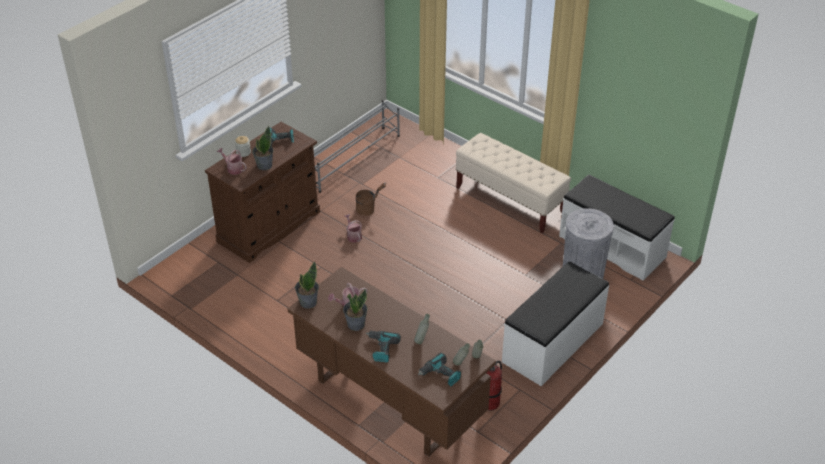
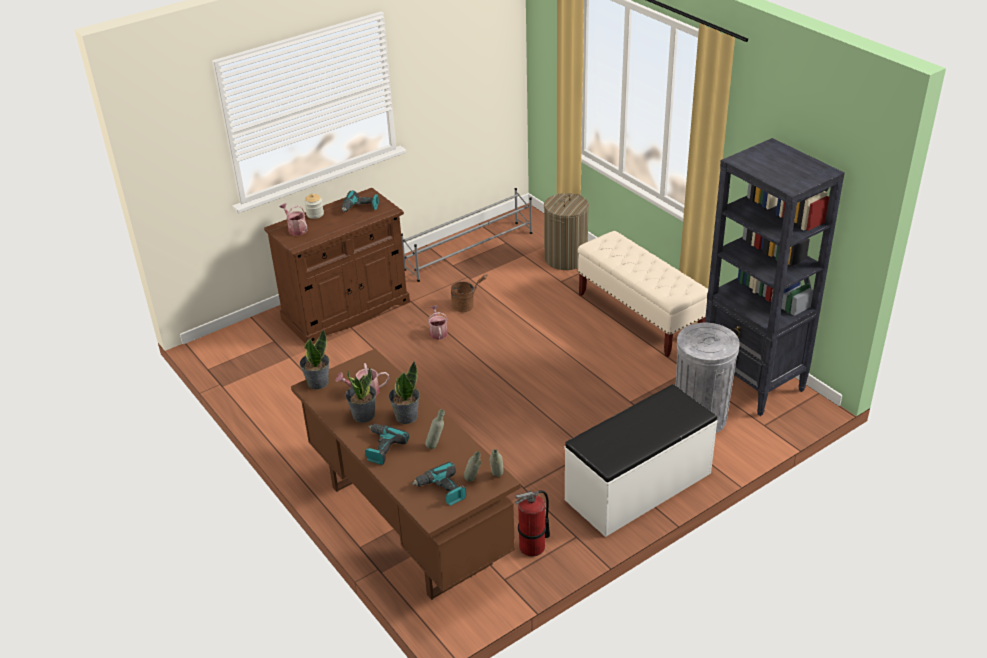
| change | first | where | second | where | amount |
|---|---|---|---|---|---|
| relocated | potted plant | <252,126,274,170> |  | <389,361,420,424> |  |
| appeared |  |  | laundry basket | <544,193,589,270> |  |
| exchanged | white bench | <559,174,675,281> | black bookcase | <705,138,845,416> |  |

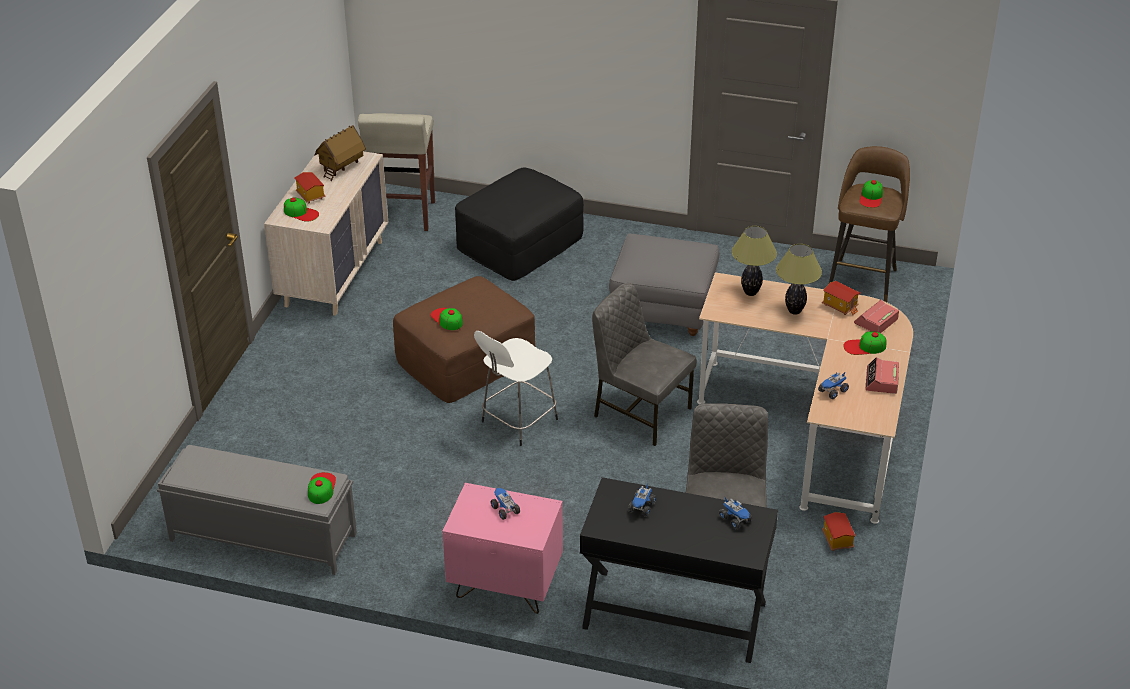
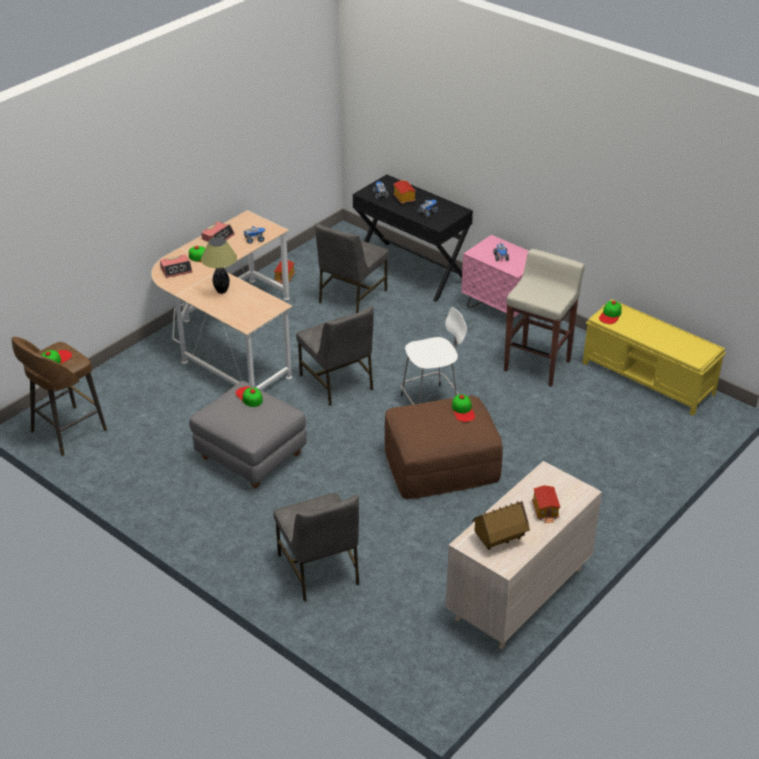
| change | first | where | second | where | amount |
|---|---|---|---|---|---|
| relocated | cap | <284,197,319,222> |  | <235,387,263,407> |  |
| exchanged | black ottoman | <455,167,584,281> | grey chair | <273,493,359,602> |  |
| relocated | toy house | <822,281,861,315> |  | <393,180,416,204> |  |
| relocated | beige stool | <358,113,435,231> |  | <504,249,585,386> |  |
| colour | grey bench | <157,445,357,575> | yellow bench | <583,299,726,416> |  |
| missing | table lamp | <731,226,777,296> |  |  |  |

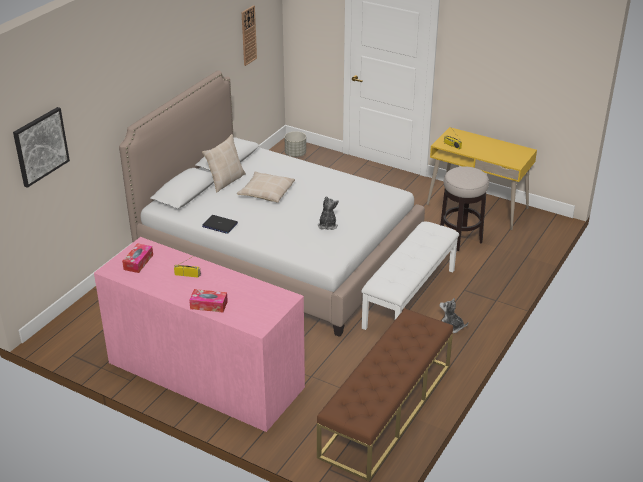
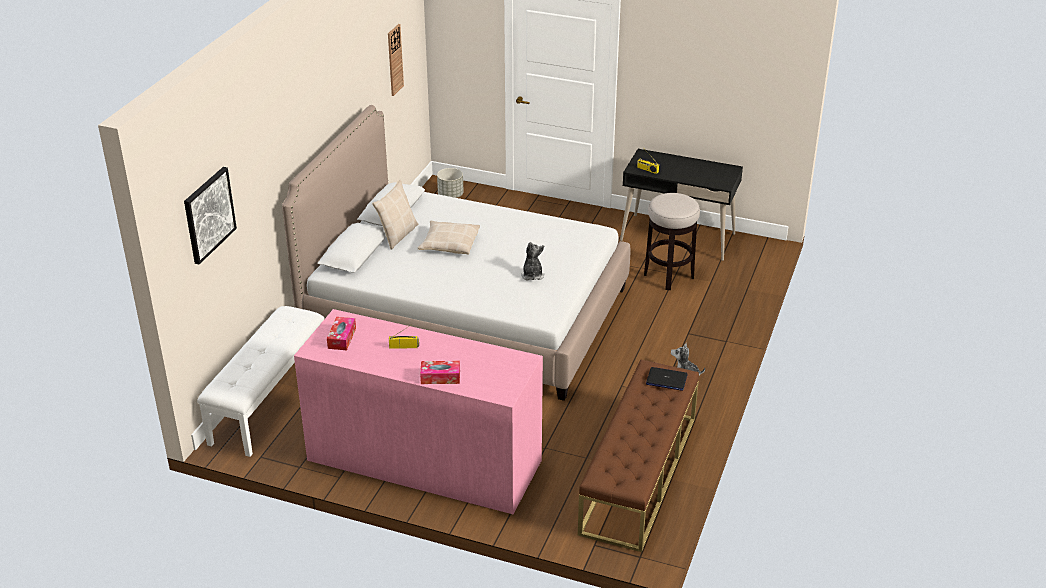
| change | first | where | second | where | amount |
|---|---|---|---|---|---|
| relocated | white bench | <361,222,459,330> |  | <197,306,324,457> |  |
| colour | yellow desk | <427,127,537,230> | black desk | <620,149,743,261> |  |
| relocated | laptop | <202,215,238,234> |  | <646,367,687,391> |  |

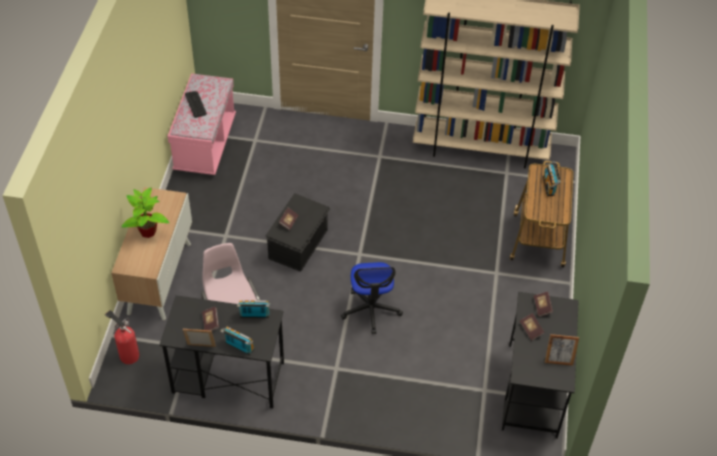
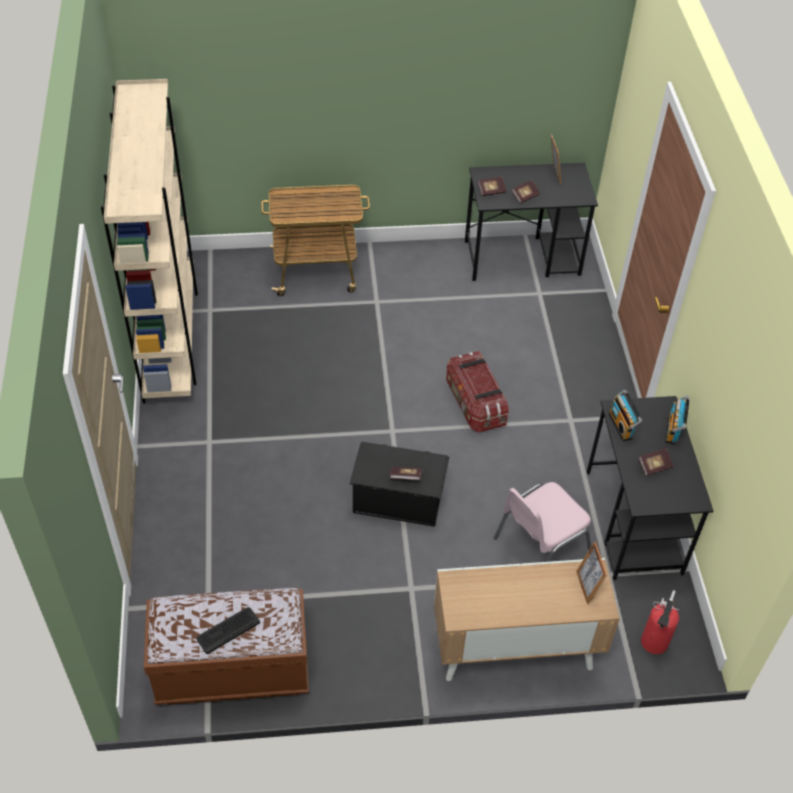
| change | first | where | second | where | amount |
|---|---|---|---|---|---|
| colour | pink bench | <168,73,236,175> | brown bench | <144,588,309,705> |  |
| exchanged | office chair | <341,262,403,334> | storage box | <446,351,509,432> |  |
| relocated | picture frame | <183,329,216,347> |  | <576,541,607,604> |  |
| missing | potted plant | <122,187,169,238> |  |  |  |
| missing | radio | <543,161,561,196> |  |  |  |

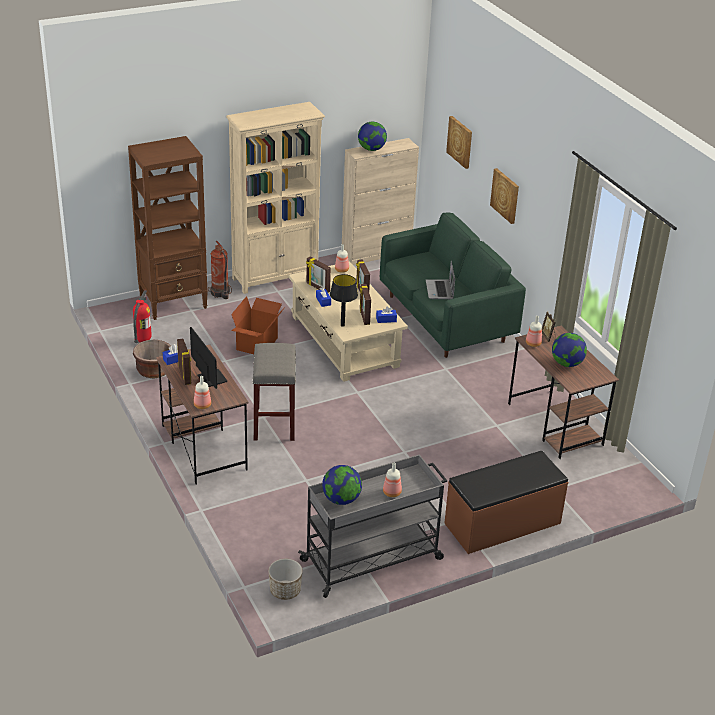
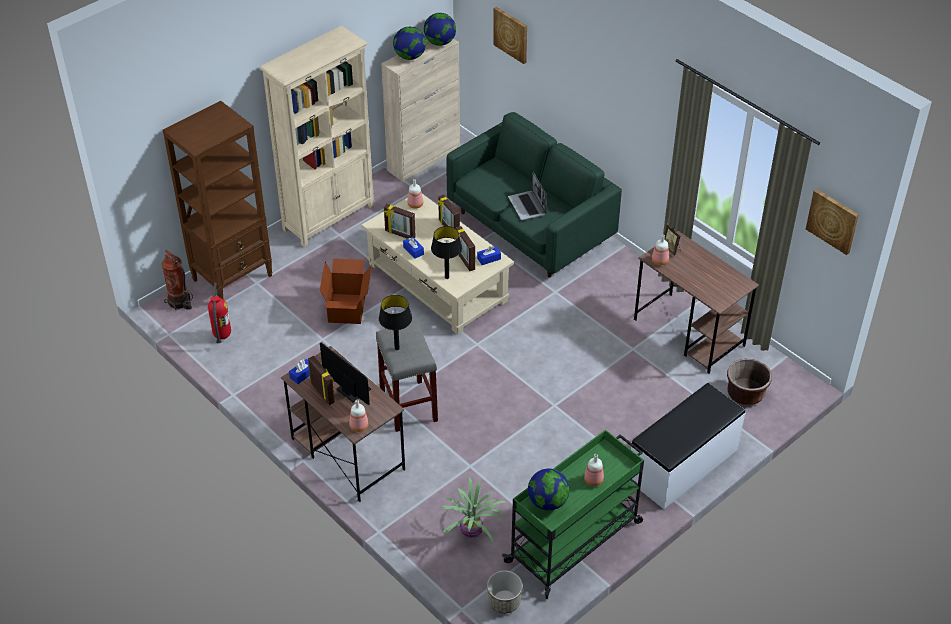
| change | first | where | second | where | amount |
|---|---|---|---|---|---|
| relocated | fire extinguisher | <208,241,232,299> |  | <162,250,193,310> |  |
| appeared |  |  | black table lamp | <379,295,412,350> |  |
| relocated | globe | <552,333,587,367> |  | <424,13,456,46> |  |
| appeared |  |  | potted plant | <442,477,505,545> |  |
| colour | grey cart | <298,454,447,598> | green cart | <502,430,644,599> |  |
| colour | brown bench | <444,451,568,554> | white bench | <631,383,746,509> |  |
| relocated | brown planter | <133,340,171,378> |  | <727,359,772,405> |  |
| relocated | picture | <490,168,519,224> |  | <806,189,859,255> |  |

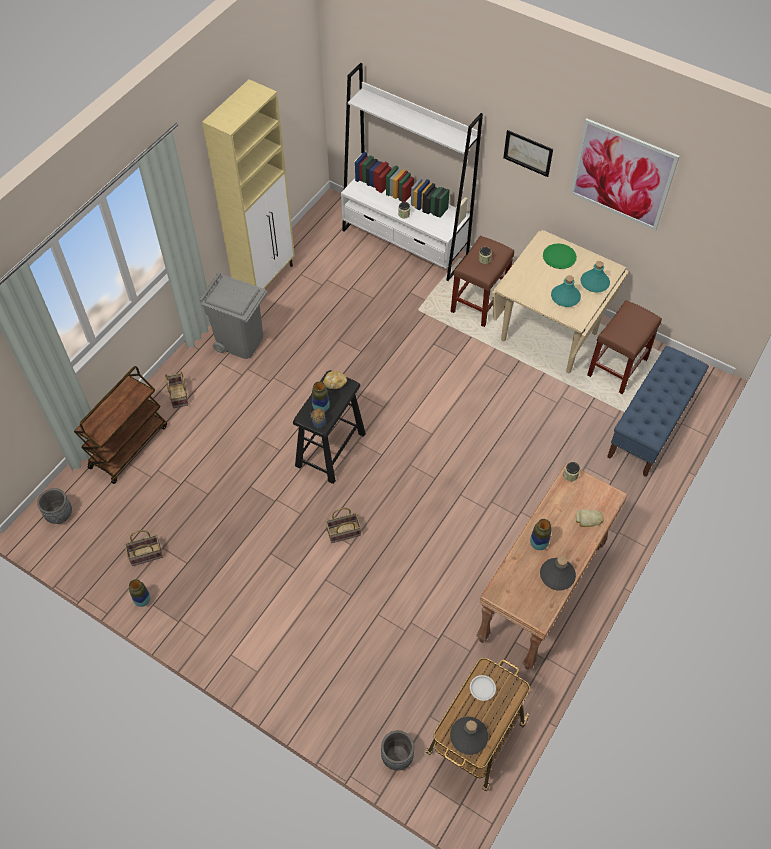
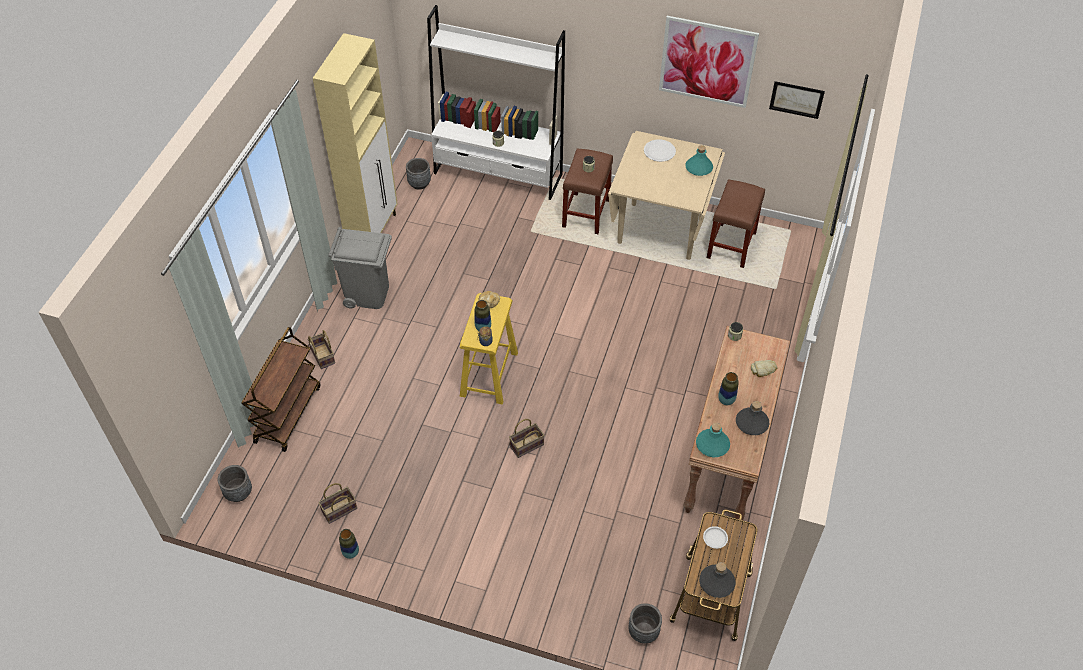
| change | first | where | second | where | amount |
|---|---|---|---|---|---|
| appeared |  |  | grey planter | <406,158,431,190> |  |
| colour | black stool | <293,370,366,484> | yellow stool | <460,293,518,404> |  |
| colour | green plate | <543,243,577,269> | white plate | <644,139,676,162> |  |
| relocated | turquoise bottle | <551,275,581,307> |  | <696,423,730,458> |  |
| relocated | picture | <503,130,553,177> |  | <769,81,825,119> |  |
| missing | blue bench | <607,346,709,477> |  |  |  |

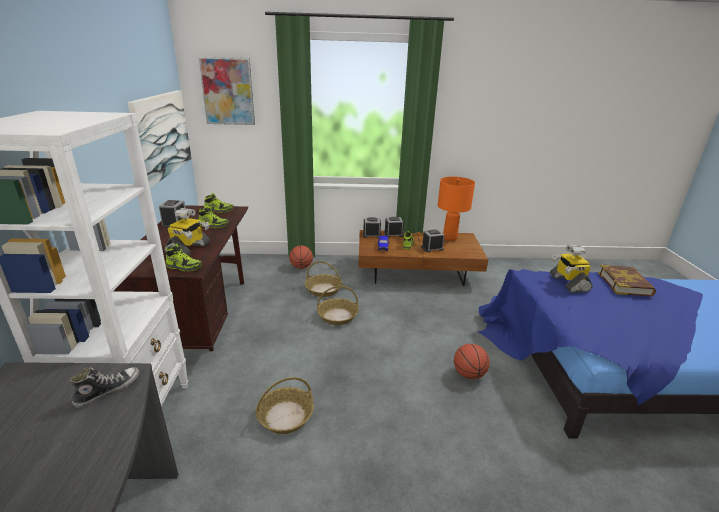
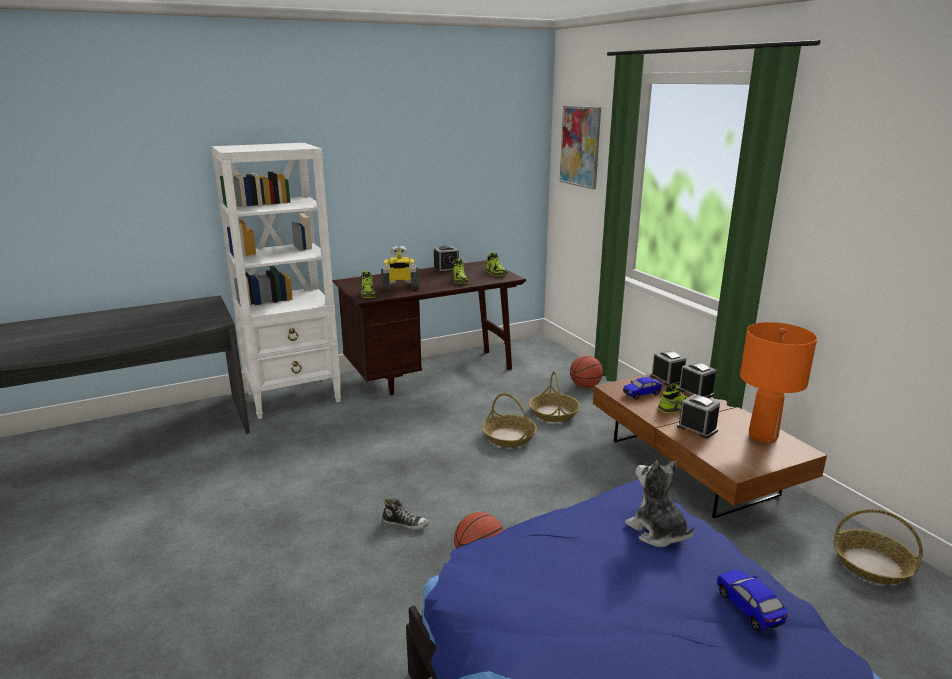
| change | first | where | second | where | amount |
|---|---|---|---|---|---|
| relocated | shoe | <70,367,139,408> |  | <382,498,429,531> |  |
| exchanged | toy robot | <550,245,593,293> | plush toy | <625,461,695,547> |  |
| exchanged | book | <598,265,656,297> | toy car | <717,570,788,631> |  |
| relocated | basket | <255,377,314,434> |  | <834,509,923,584> |  |
| missing | picture | <127,90,192,188> |  |  |  |

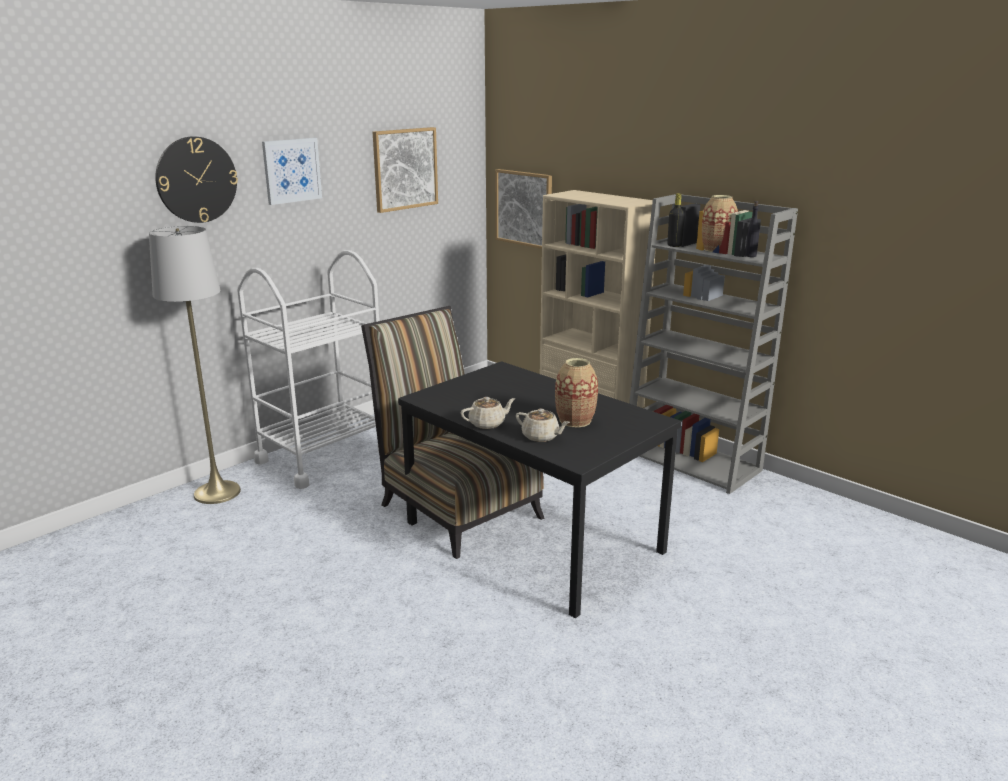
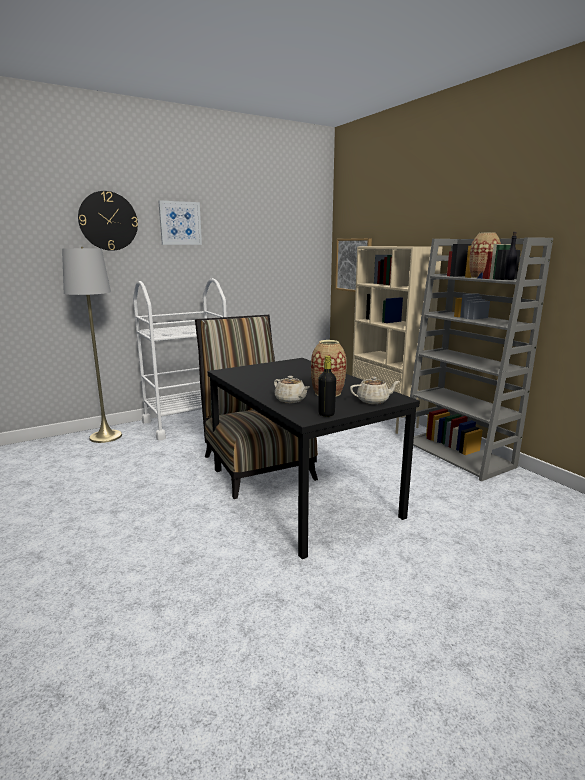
| change | first | where | second | where | amount |
|---|---|---|---|---|---|
| relocated | black bottle | <667,193,685,247> |  | <318,355,336,417> |  |
| relocated | beige teapot | <461,397,516,429> |  | <350,377,400,404> |  |
| missing | picture | <373,127,438,213> |  |  |  |

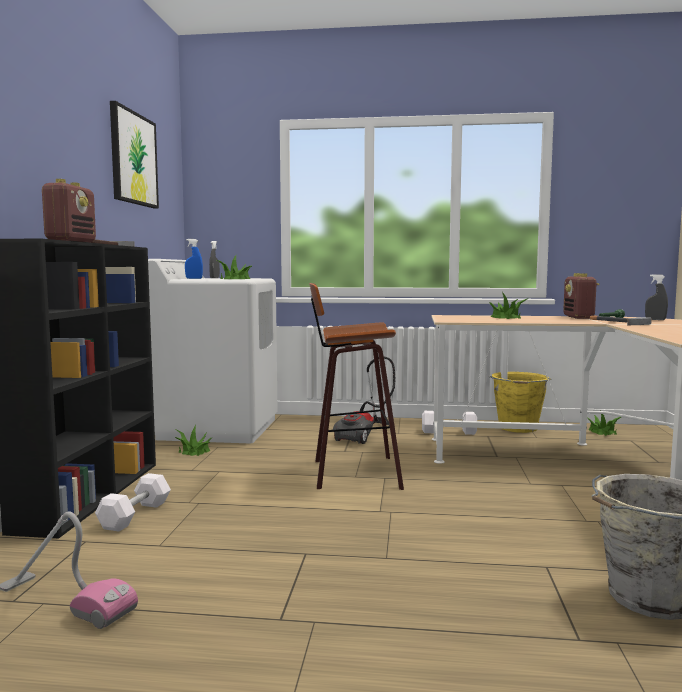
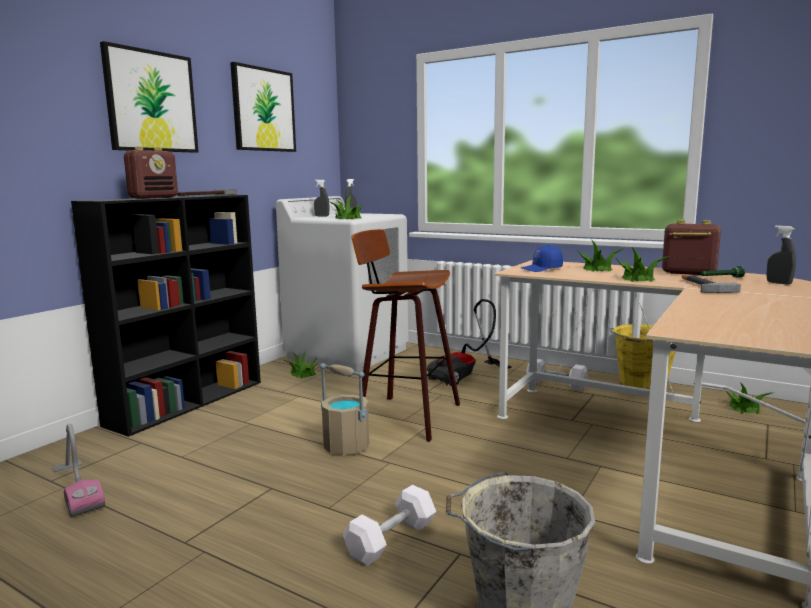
| change | first | where | second | where | amount |
|---|---|---|---|---|---|
| appeared |  |  | picture | <100,41,199,153> |  |
| colour | blue spray bottle | <185,239,203,279> | grey spray bottle | <314,180,329,217> |  |
| appeared |  |  | beige bucket | <320,363,369,455> |  |
| relocated | white dumbbell | <95,473,171,532> |  | <343,485,436,566> |  |
| appeared |  |  | blue cap | <521,245,563,272> |  |
| appeared |  |  | potted plant | <616,247,670,282> |  |
| spun | radio | <563,273,599,319> |  | <662,220,721,275> | 90 degrees clockwise |

